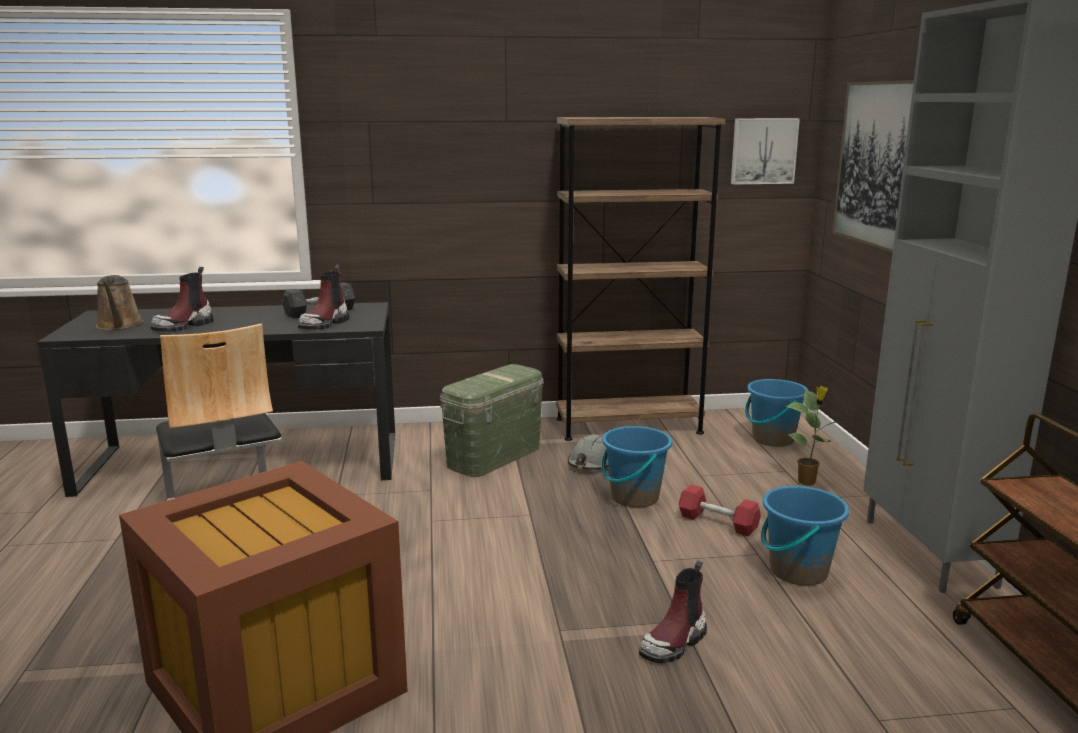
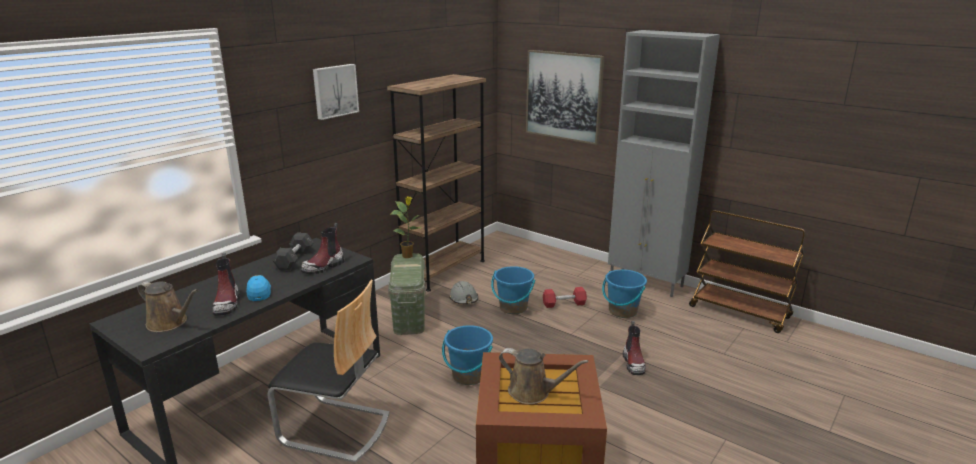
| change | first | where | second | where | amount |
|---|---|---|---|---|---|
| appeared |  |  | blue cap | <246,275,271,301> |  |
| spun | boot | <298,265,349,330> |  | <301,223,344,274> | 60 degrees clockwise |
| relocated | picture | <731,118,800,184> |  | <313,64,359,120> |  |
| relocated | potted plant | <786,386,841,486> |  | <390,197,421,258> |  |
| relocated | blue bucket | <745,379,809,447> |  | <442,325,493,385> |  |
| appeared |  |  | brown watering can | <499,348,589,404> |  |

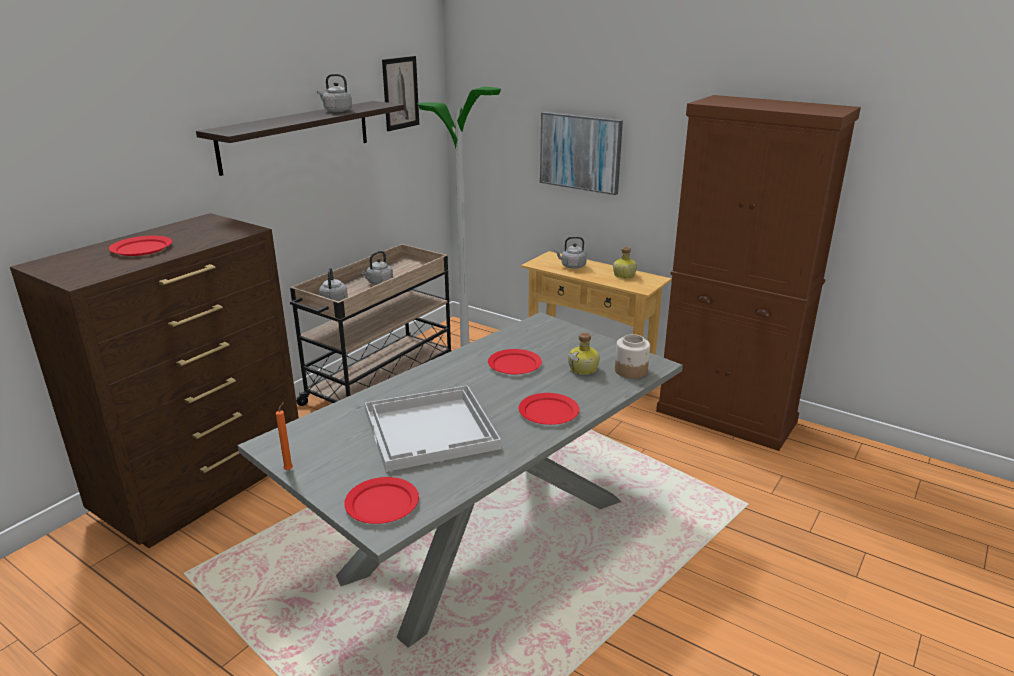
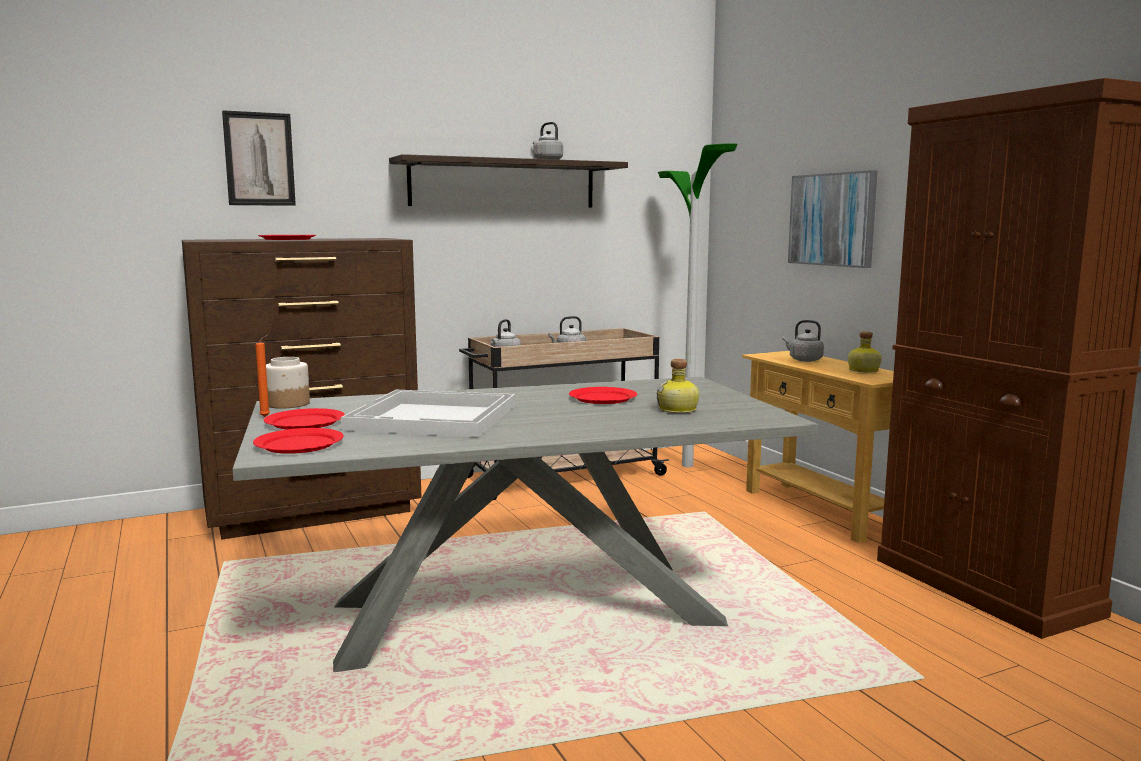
| change | first | where | second | where | amount |
|---|---|---|---|---|---|
| relocated | picture | <382,56,419,131> |  | <222,110,296,206> |  |
| relocated | red plate | <519,393,579,425> |  | <264,408,345,429> |  |
| relocated | jar | <615,334,650,379> |  | <266,357,310,409> |  |

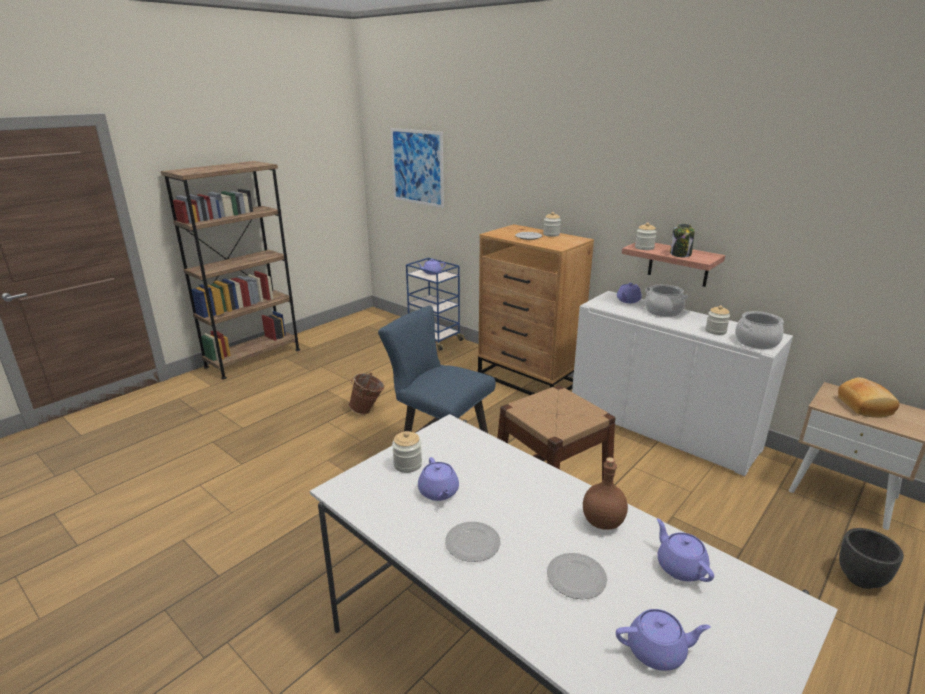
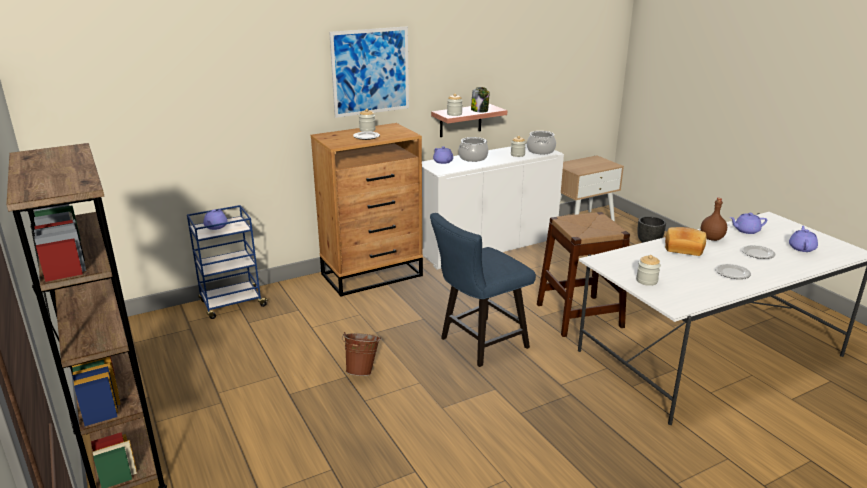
| change | first | where | second | where | amount |
|---|---|---|---|---|---|
| relocated | picture | <390,128,444,208> |  | <329,26,409,118> |  |
| relocated | bread | <838,377,899,418> |  | <665,227,706,256> |  |
| missing | purple teapot | <418,457,459,501> |  |  |  |

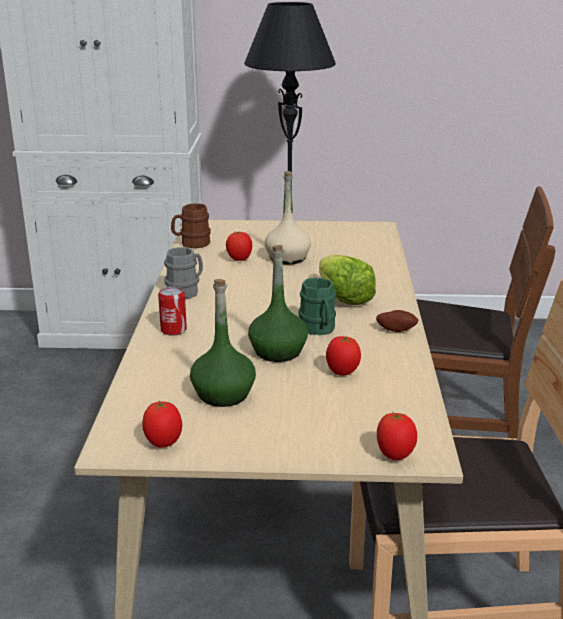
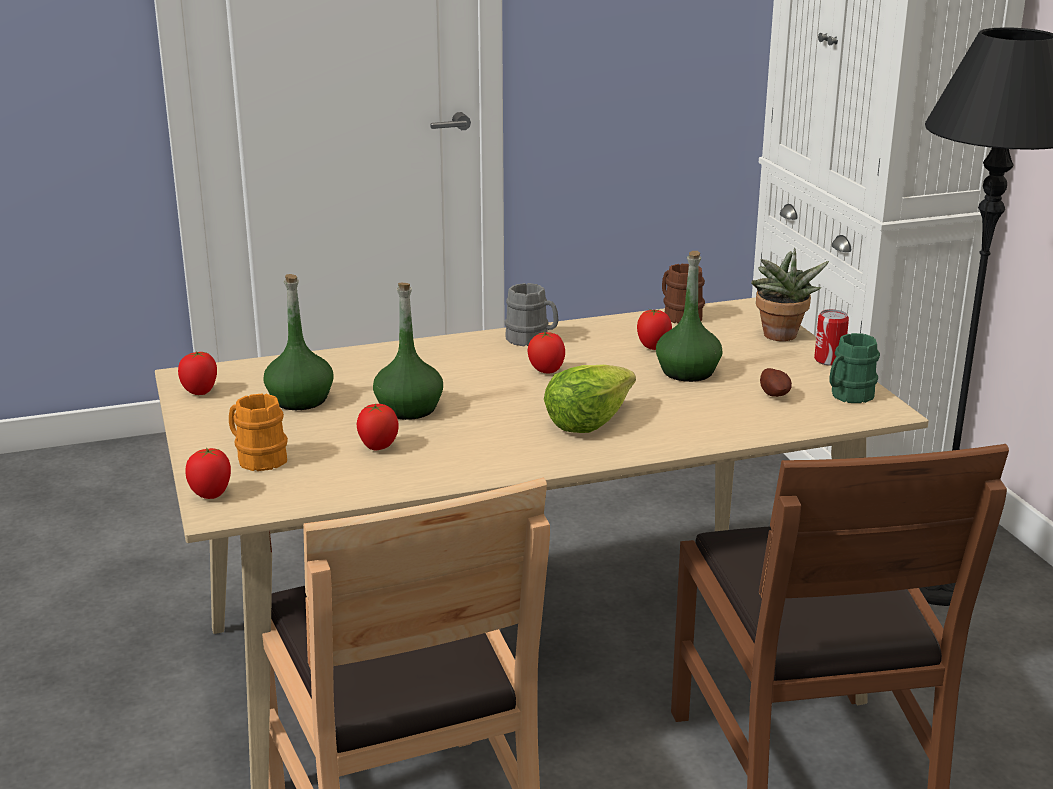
| change | first | where | second | where | amount |
|---|---|---|---|---|---|
| appeared |  |  | orange mug | <229,393,288,471> |  |
| appeared |  |  | tomato | <527,332,565,373> |  |
| colour | beige bottle | <265,171,311,264> | green bottle | <656,251,722,382> |  |
| appeared |  |  | potted plant | <751,248,829,341> |  |
| relocated | potato | <376,310,418,332> |  | <760,368,792,397> |  |
| relocated | can | <158,286,187,336> |  | <814,309,849,366> |  |
| relocated | green mug | <298,278,336,335> |  | <830,333,880,403> |  |

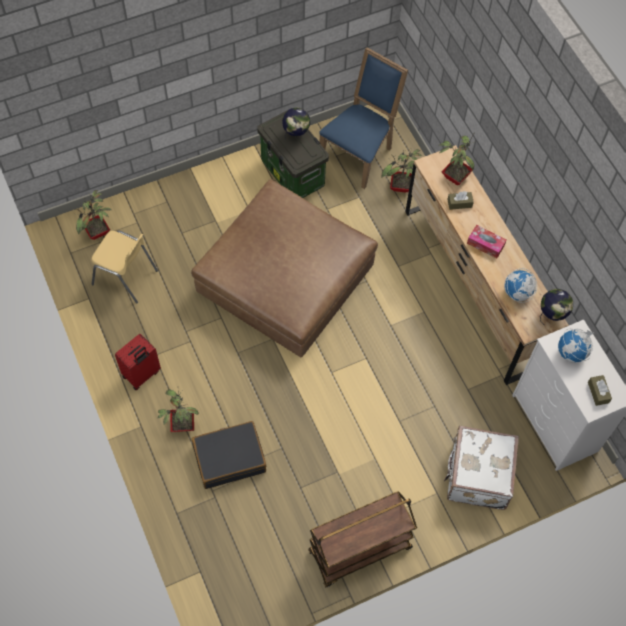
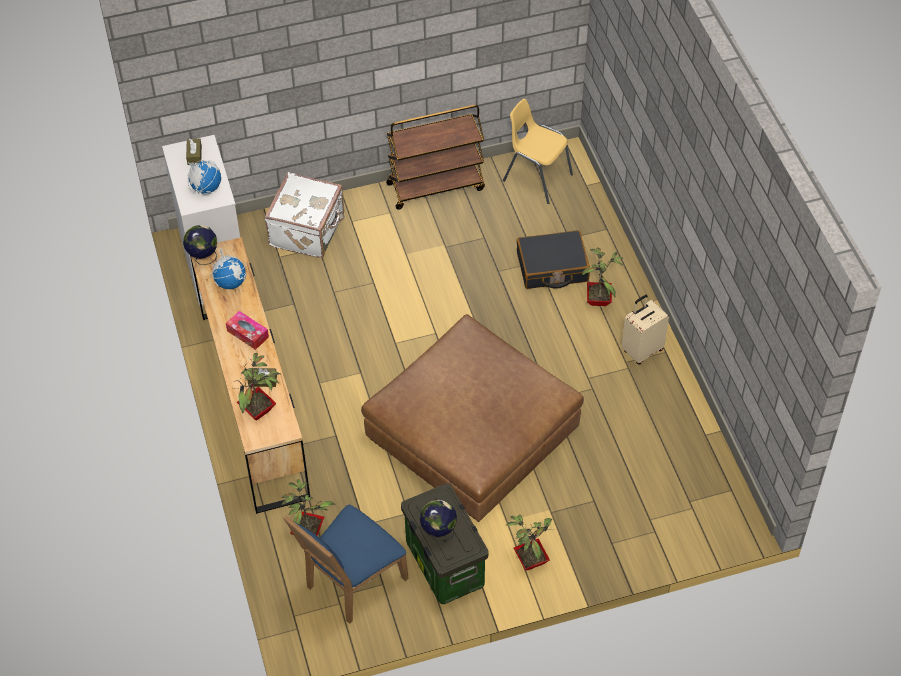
| change | first | where | second | where | amount |
|---|---|---|---|---|---|
| relocated | yellow chair | <91,230,158,304> |  | <503,99,573,204> |  |
| relocated | potted plant | <73,190,112,240> |  | <506,515,555,570> |  |
| colour | red suitcase | <115,334,161,390> | beige suitcase | <622,295,669,365> |  |

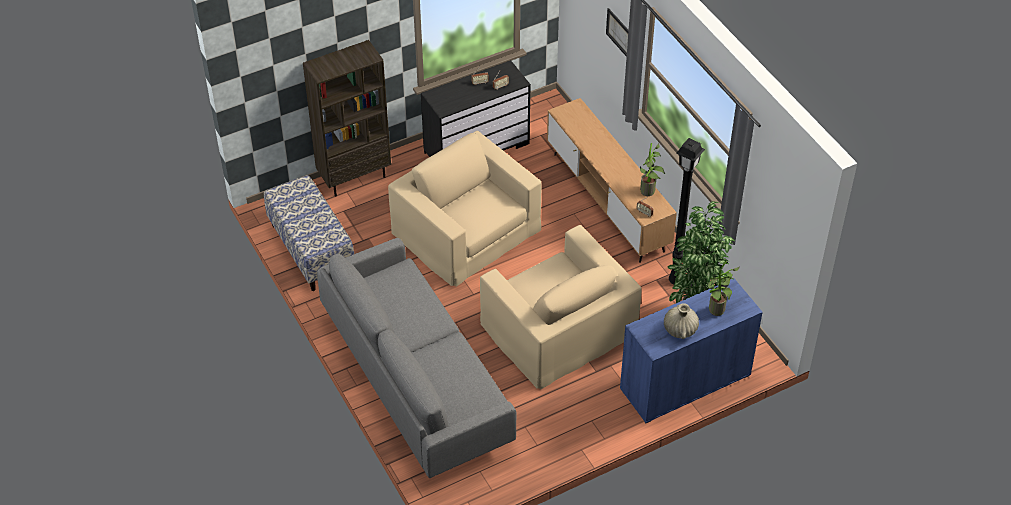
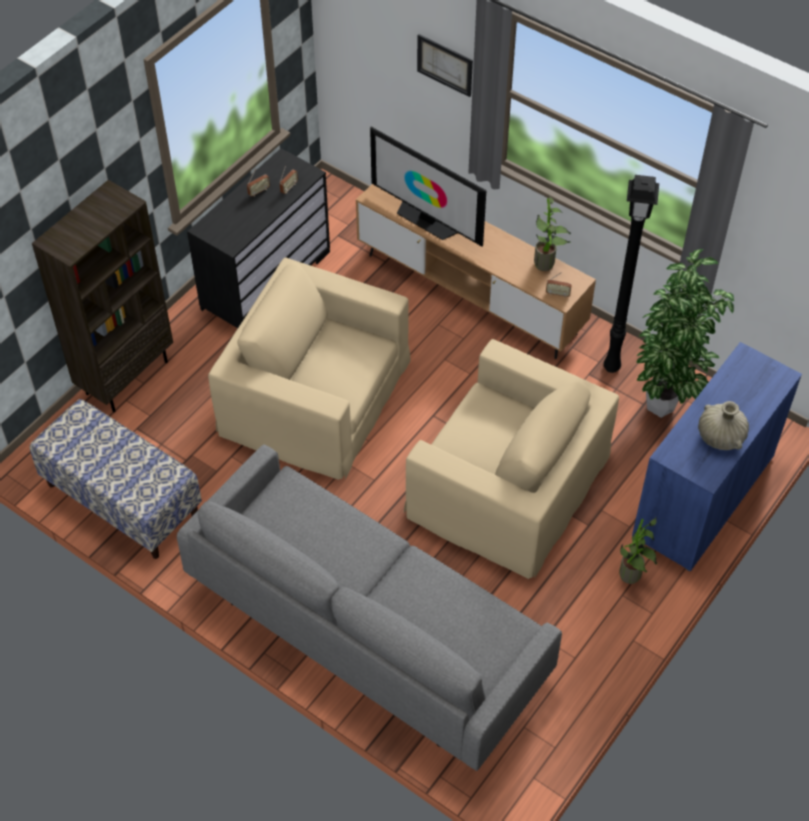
| change | first | where | second | where | amount |
|---|---|---|---|---|---|
| appeared |  |  | television | <370,127,486,247> |  |
| relocated | potted plant | <708,261,740,316> |  | <619,517,657,584> |  |

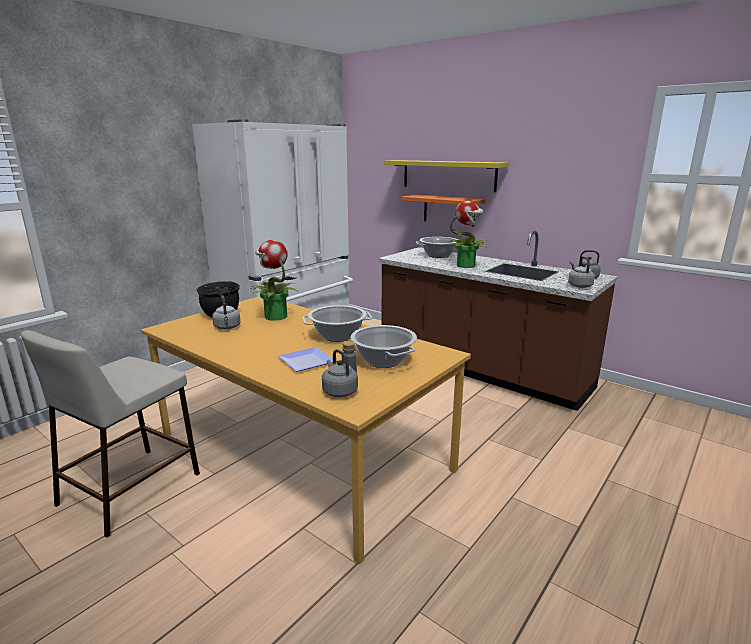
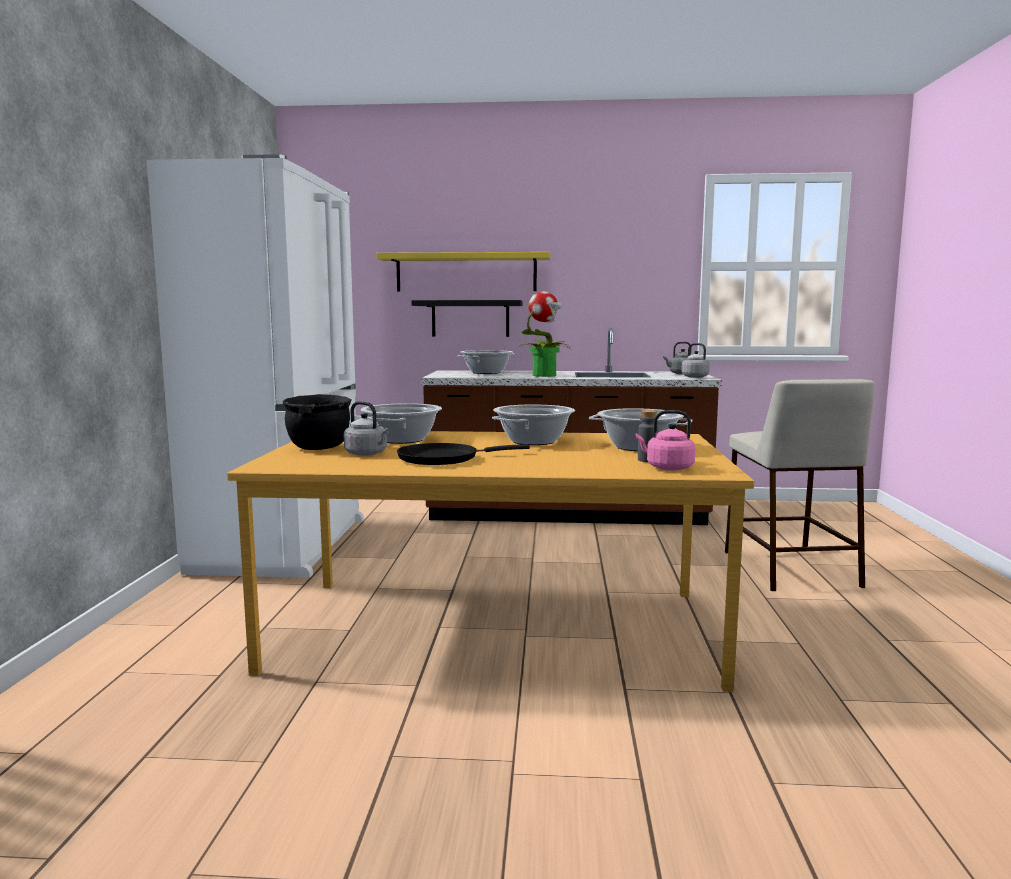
| change | first | where | second | where | amount |
|---|---|---|---|---|---|
| exchanged | potted plant | <251,240,298,321> | cooking pot | <361,403,442,444> |  |
| appeared |  |  | black frying pan | <397,443,530,465> |  |
| colour | orange shelf | <401,194,485,226> | black shelf | <412,300,523,337> |  |
| colour | grey kettle | <322,349,358,397> | pink kettle | <635,410,695,471> |  |
| relocated | beige stool | <21,330,200,538> |  | <725,379,875,591> |  |
| missing | plate | <278,347,333,372> |  |  |  |

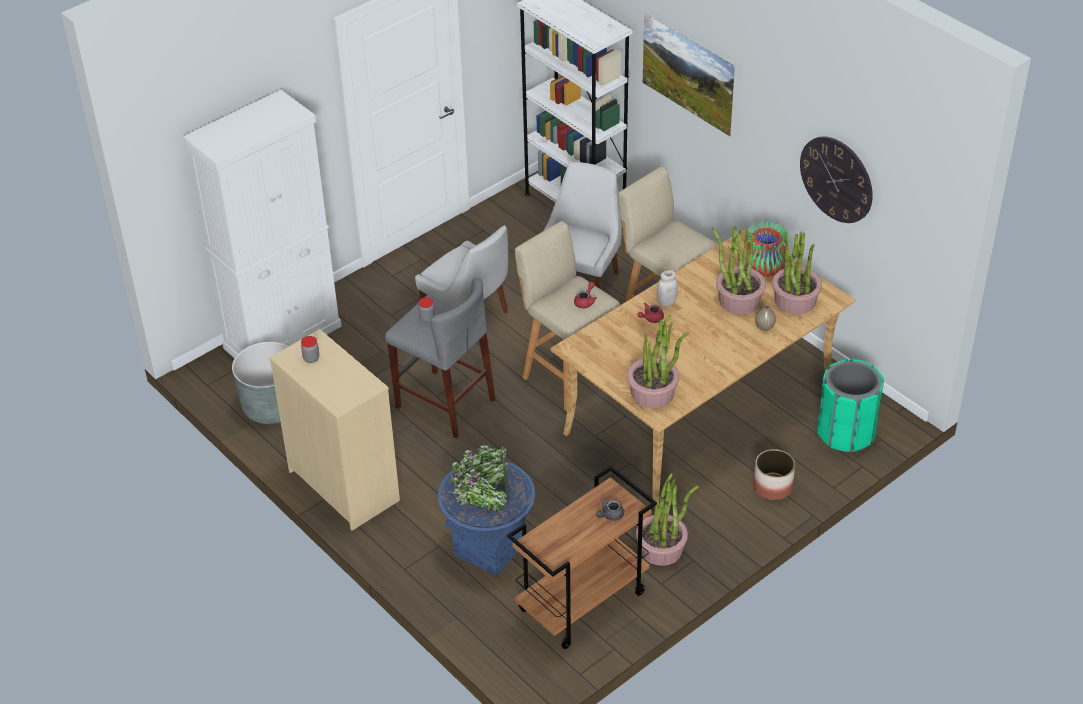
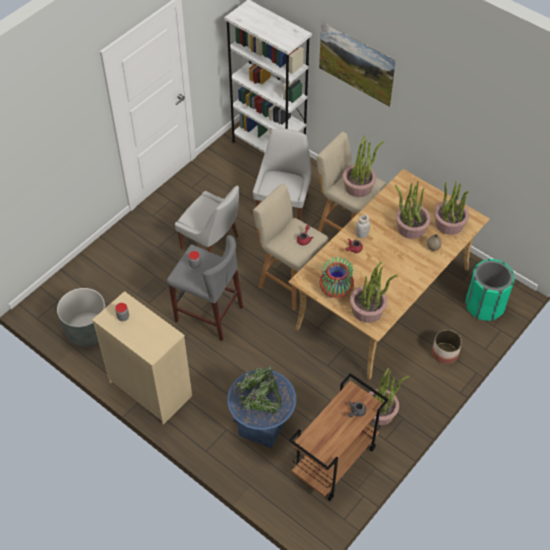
| change | first | where | second | where | amount |
|---|---|---|---|---|---|
| relocated | vase | <742,221,788,277> |  | <319,257,354,298> |  |
| appeared |  |  | potted plant | <343,136,384,197> |  |
| missing | white cabinet | <183,90,342,358> |  |  |  |
| missing | wall clock | <800,137,873,223> |  |  |  |

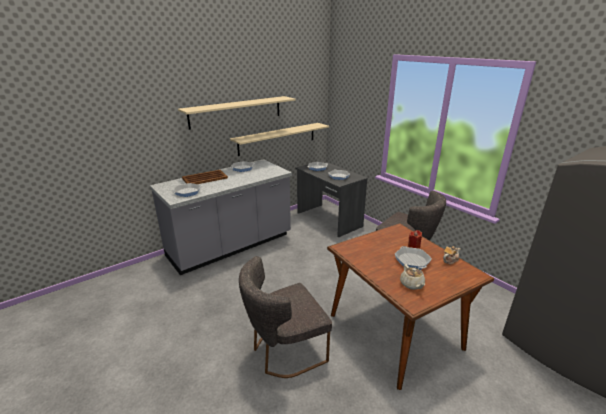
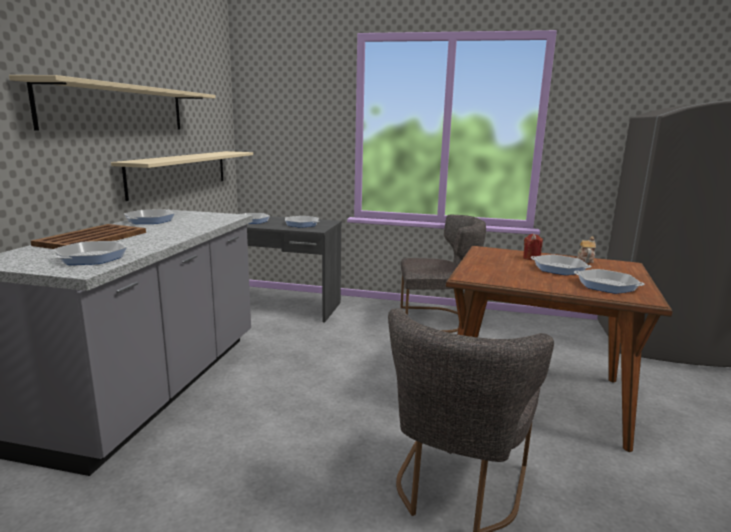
| change | first | where | second | where | amount |
|---|---|---|---|---|---|
| exchanged | beige teapot | <400,264,425,290> | frying pan | <574,269,645,294> |  |

